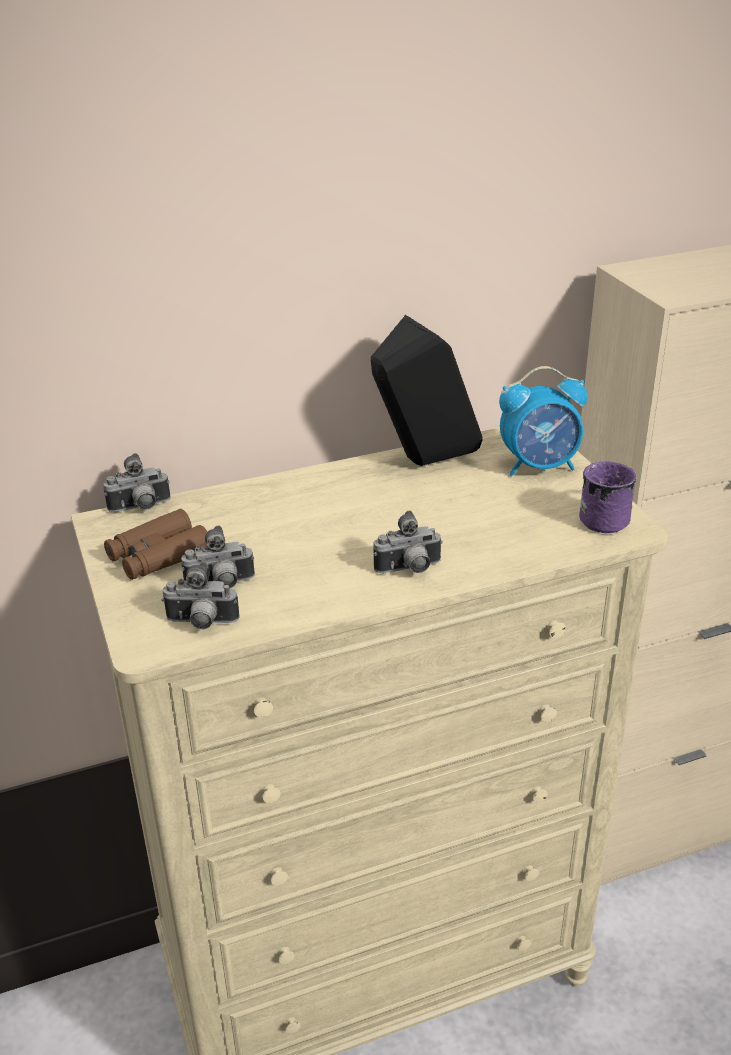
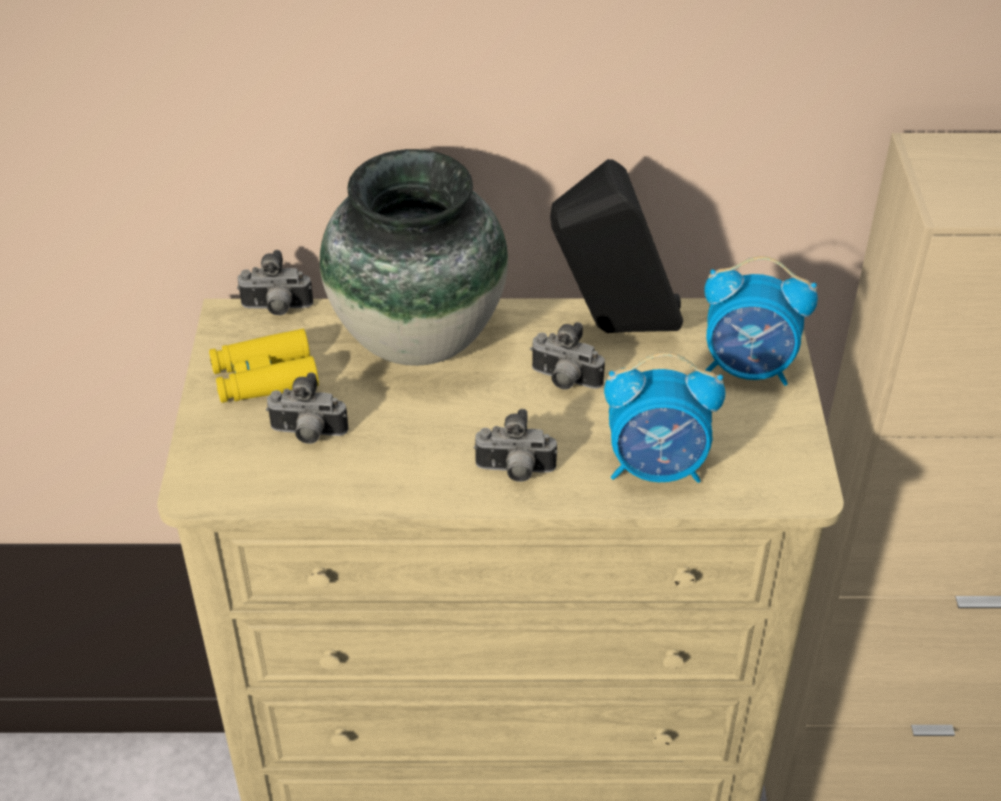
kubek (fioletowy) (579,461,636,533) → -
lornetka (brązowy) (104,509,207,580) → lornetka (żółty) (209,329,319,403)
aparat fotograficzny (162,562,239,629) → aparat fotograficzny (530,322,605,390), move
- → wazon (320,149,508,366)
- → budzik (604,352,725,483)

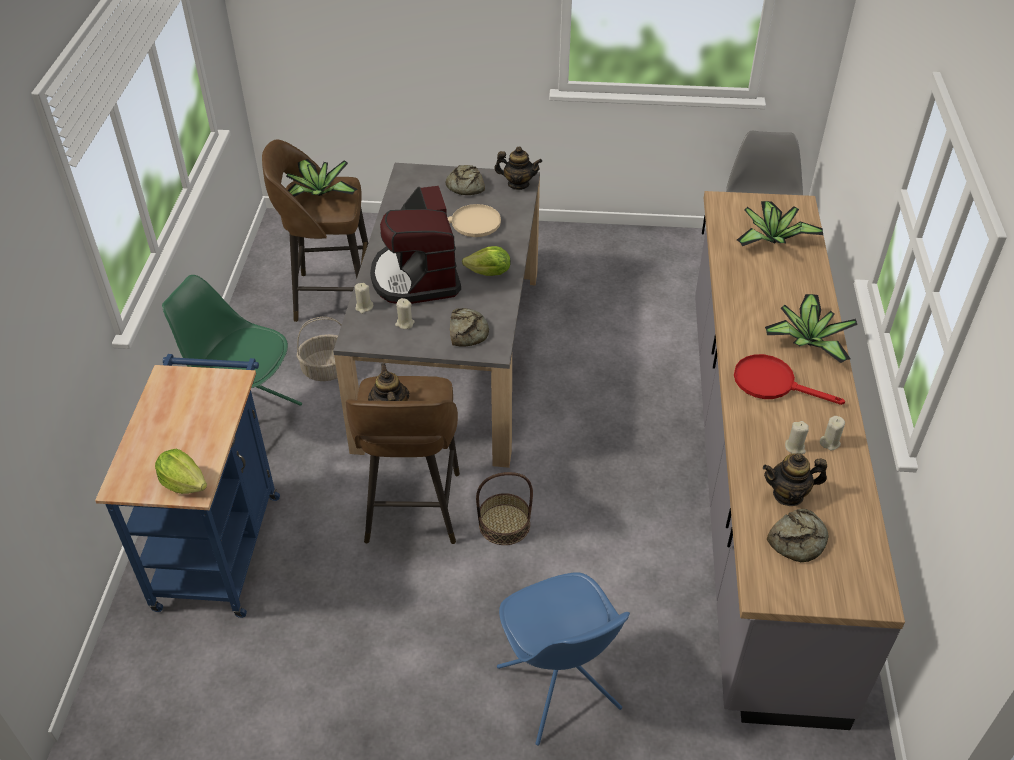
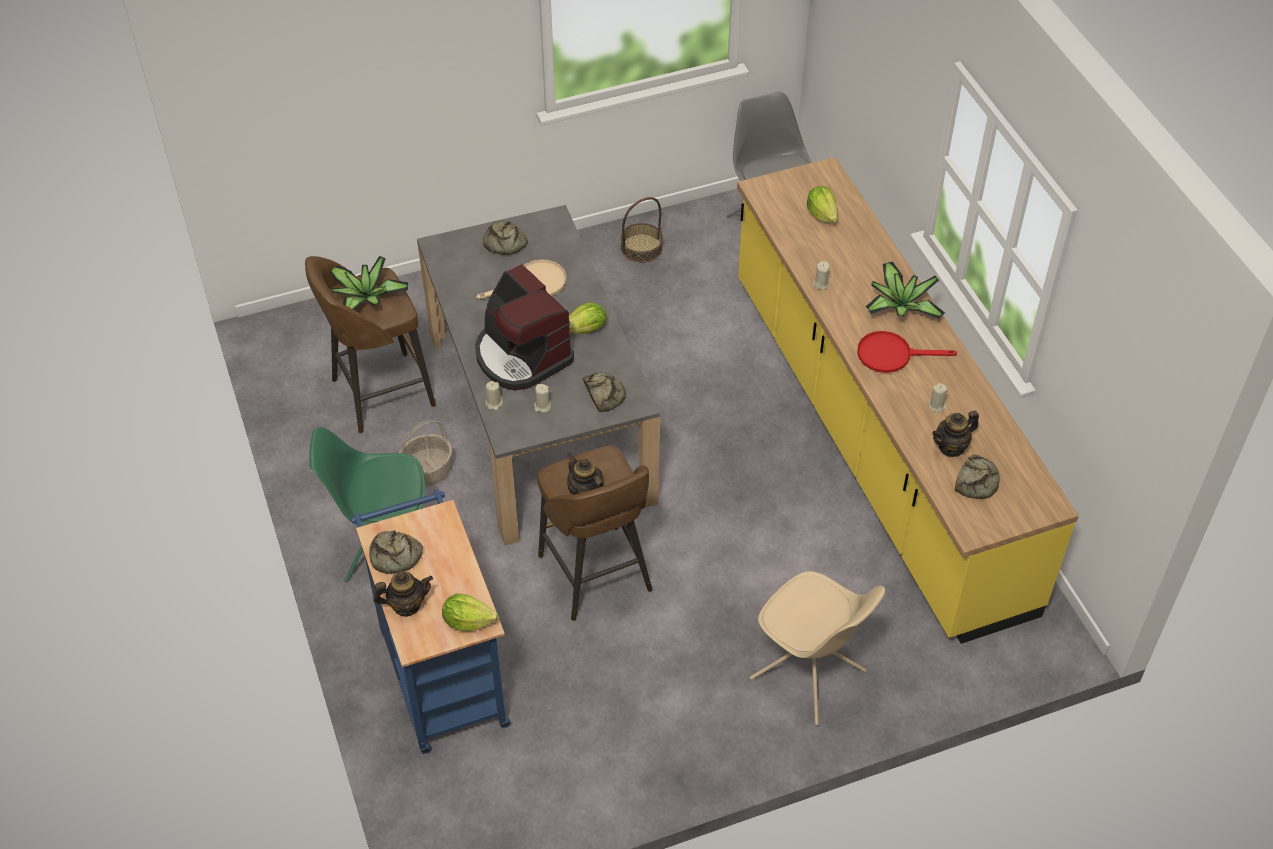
imbryk (494,147,542,190) → imbryk (373,571,433,617), move
zabudowa kuchenna (szary) (695,191,905,730) → zabudowa kuchenna (żółty) (737,157,1079,644)
roślina doniczkowa (737,201,823,246) → sałata (807,186,838,223)
świeca (beżowy) (820,416,845,450) → świeca (beżowy) (813,261,830,290), move
koszyk (476,472,533,545) → koszyk (620,197,663,263), move
krzesło (niebieski) (497,572,630,746) → krzesło (beżowy) (750,571,885,726)
- → chleb (369,531,423,574)

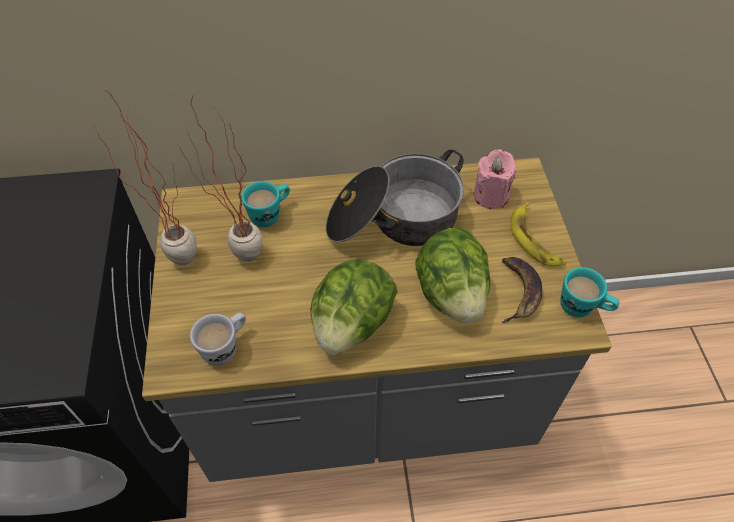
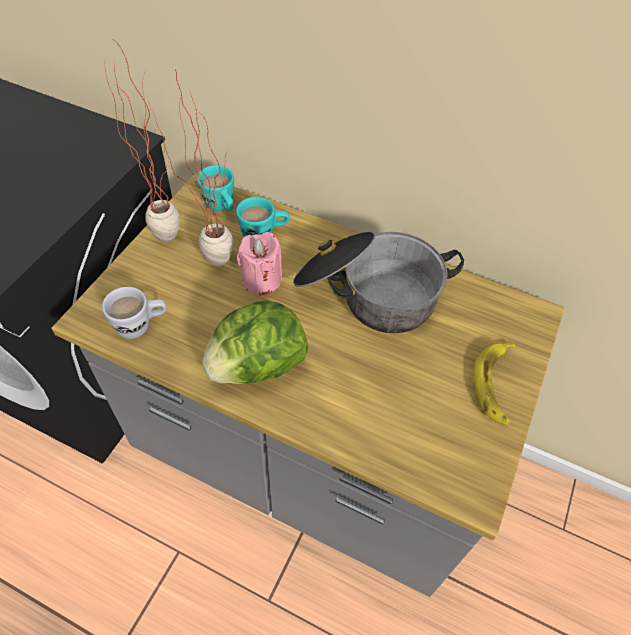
świeca (różowy) (473,150,516,209) → świeca (różowy) (237,232,283,296), move
sałata (415,228,490,323) → -
banan (502,257,542,323) → -
kubek (turkusowy) (560,267,619,317) → kubek (turkusowy) (197,165,234,211), move

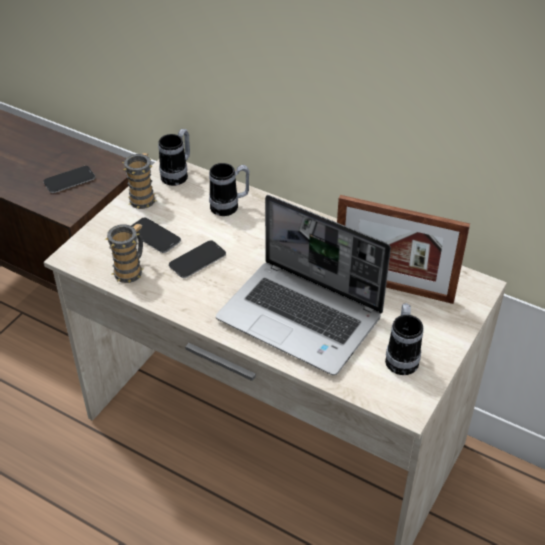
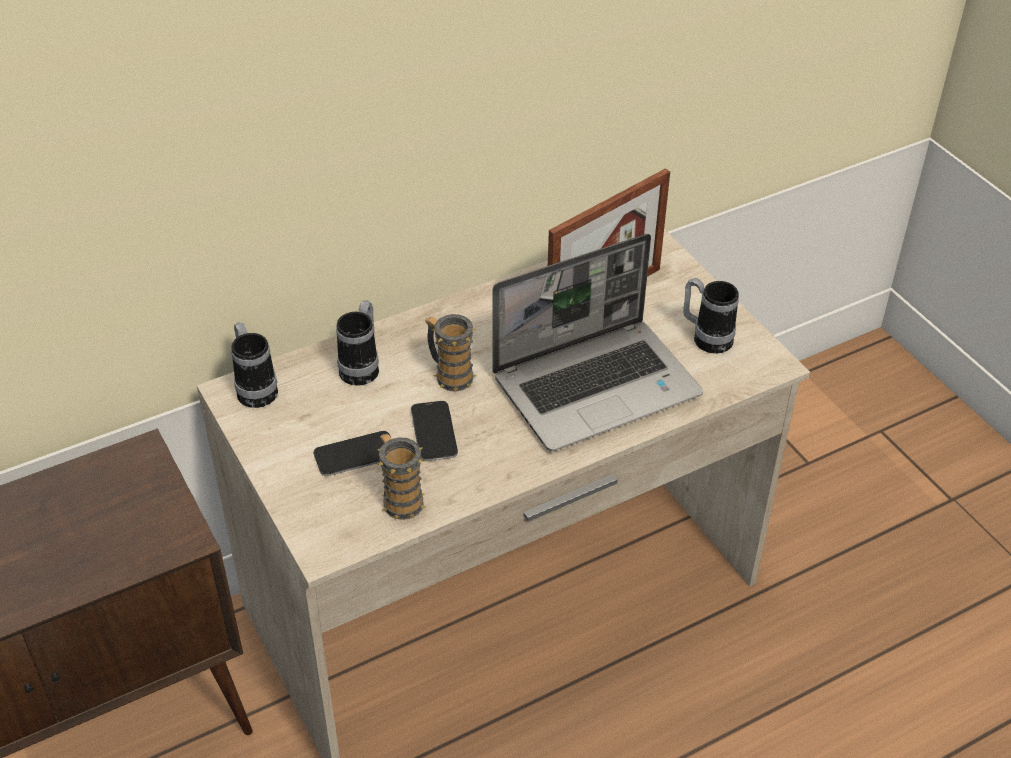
kubek (122,153,156,209) → kubek (425,314,477,392), move
telefon (43,166,95,193) → -

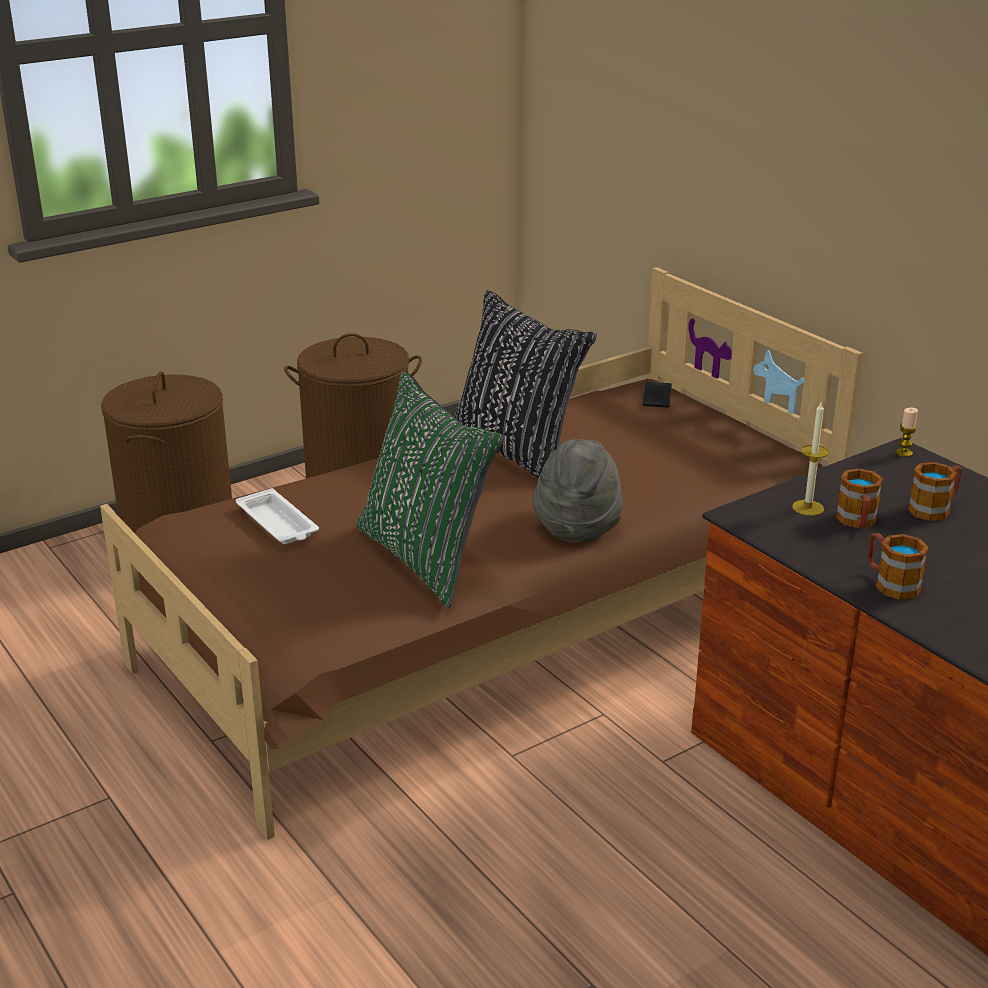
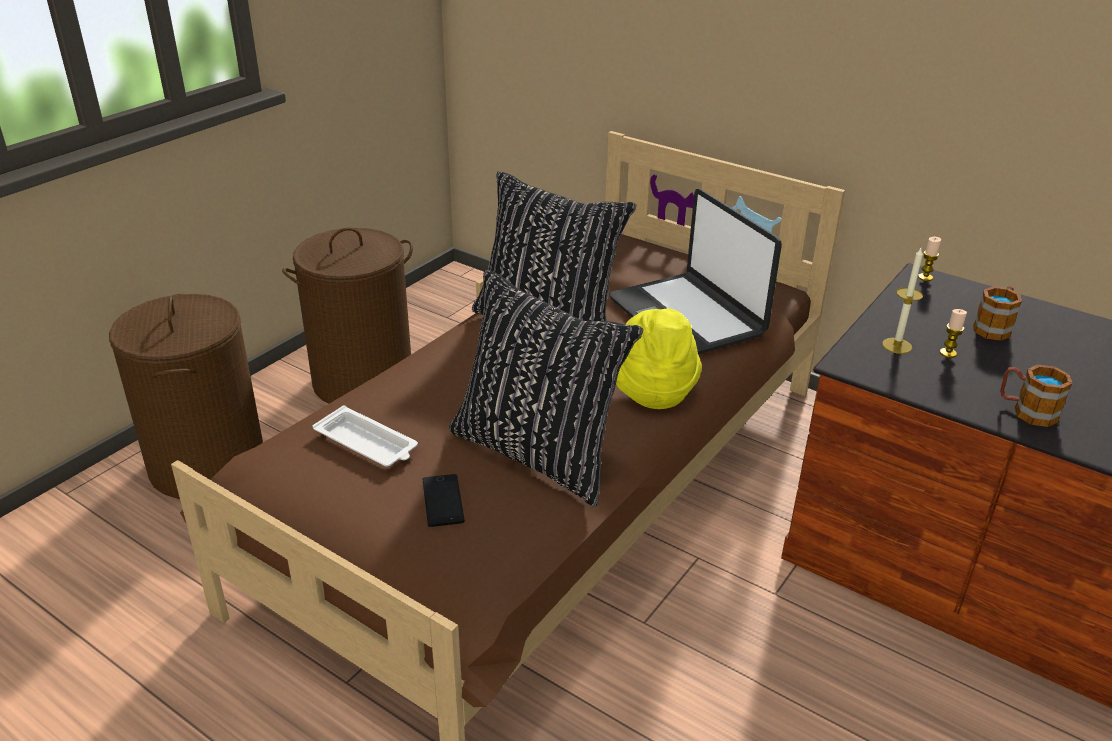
poduszka (zielony) (356,372,504,608) → poduszka (czarny) (449,270,643,507)
telefon (642,382,672,407) → telefon (423,474,464,527), move
kapelusz (szary) (533,439,623,543) → kapelusz (żółty) (616,309,702,409)
kubek (836,468,883,528) → świeca (940,309,967,358)
- → laptop (609,189,782,355)

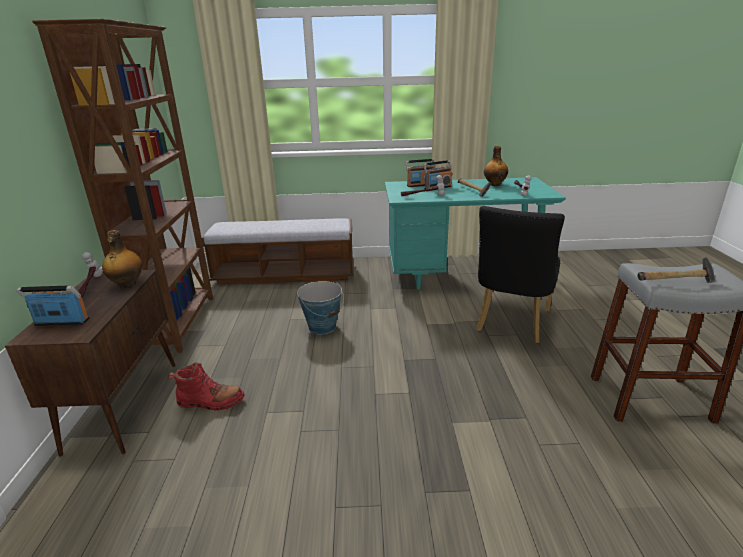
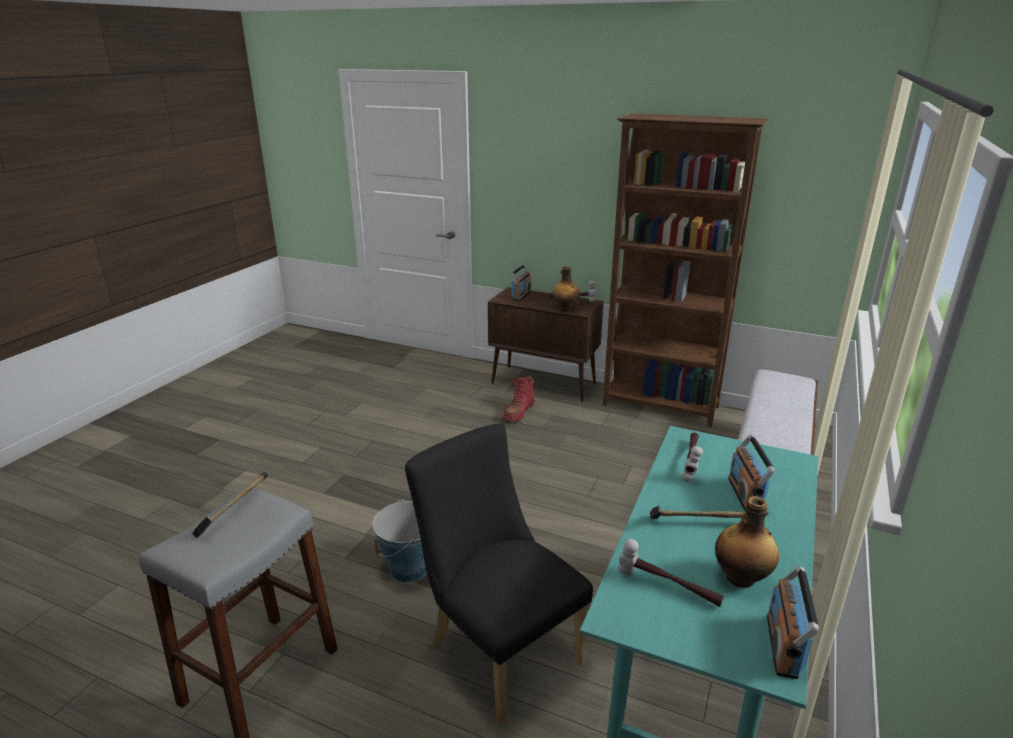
radio (406,159,436,187) → radio (767,566,819,679), move
wiadro (297,281,344,335) → wiadro (372,499,427,582), move

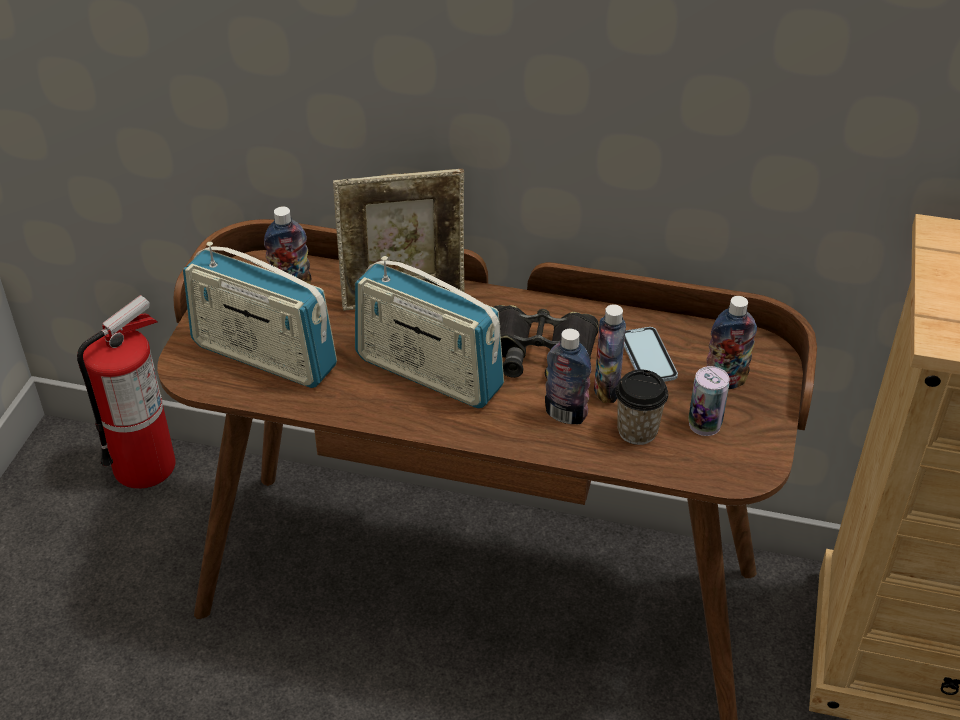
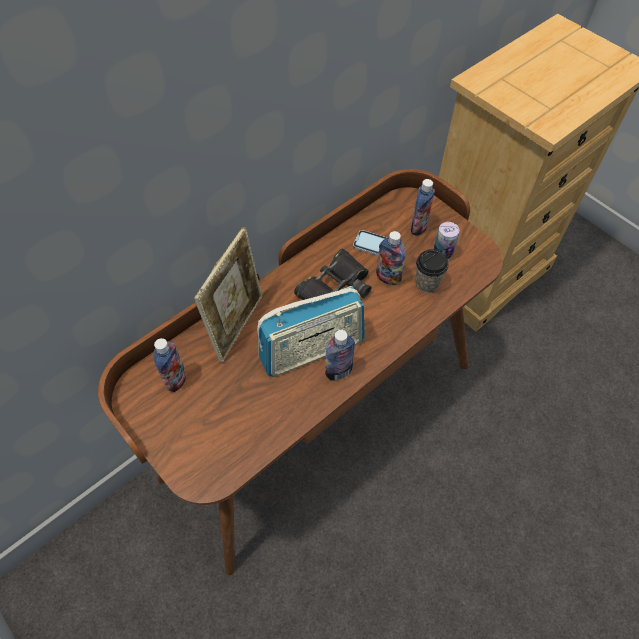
radio (183,242,337,388) → -
gaśnica (77,295,176,489) → -
butelka (545,329,591,424) → butelka (325,330,355,380), move

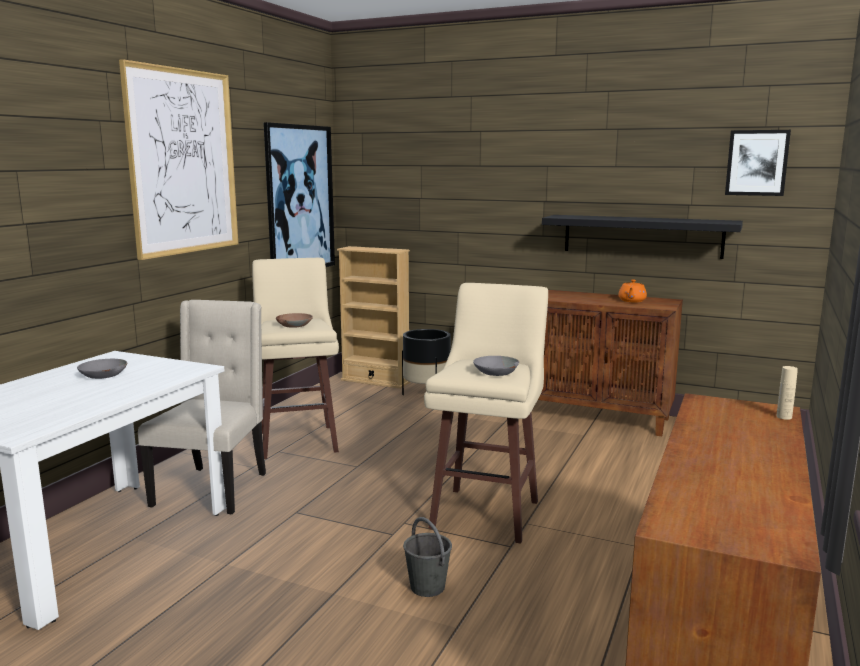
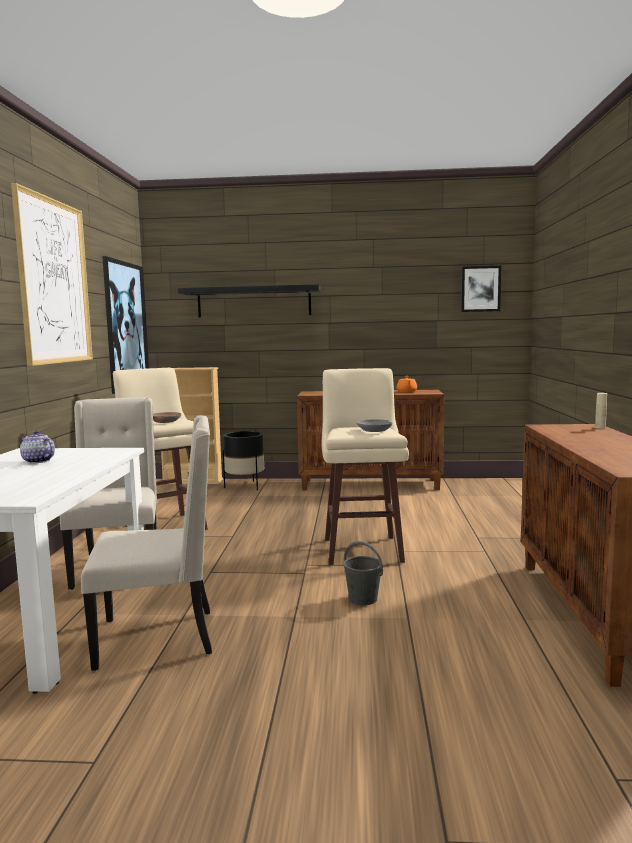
półka (czarny) (542,215,743,259) → półka (czarny) (178,284,321,317), move
miska (szary) (77,359,127,379) → imbryk (20,430,55,463)
- → krzesło (beżowy) (81,415,212,671)

